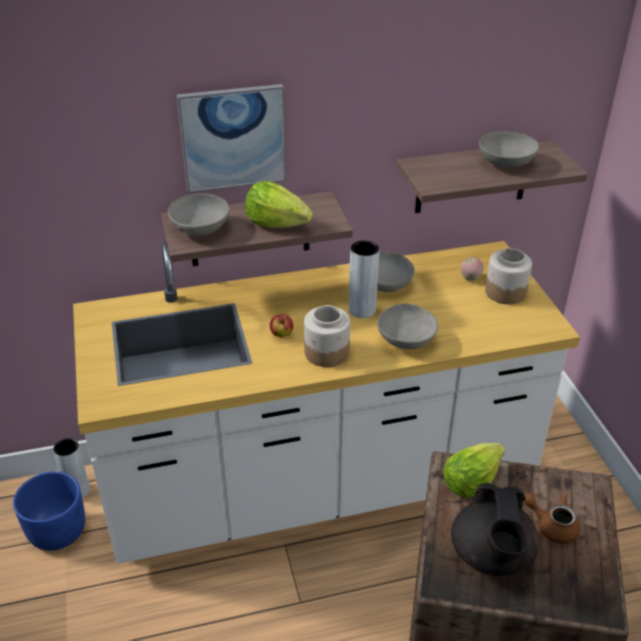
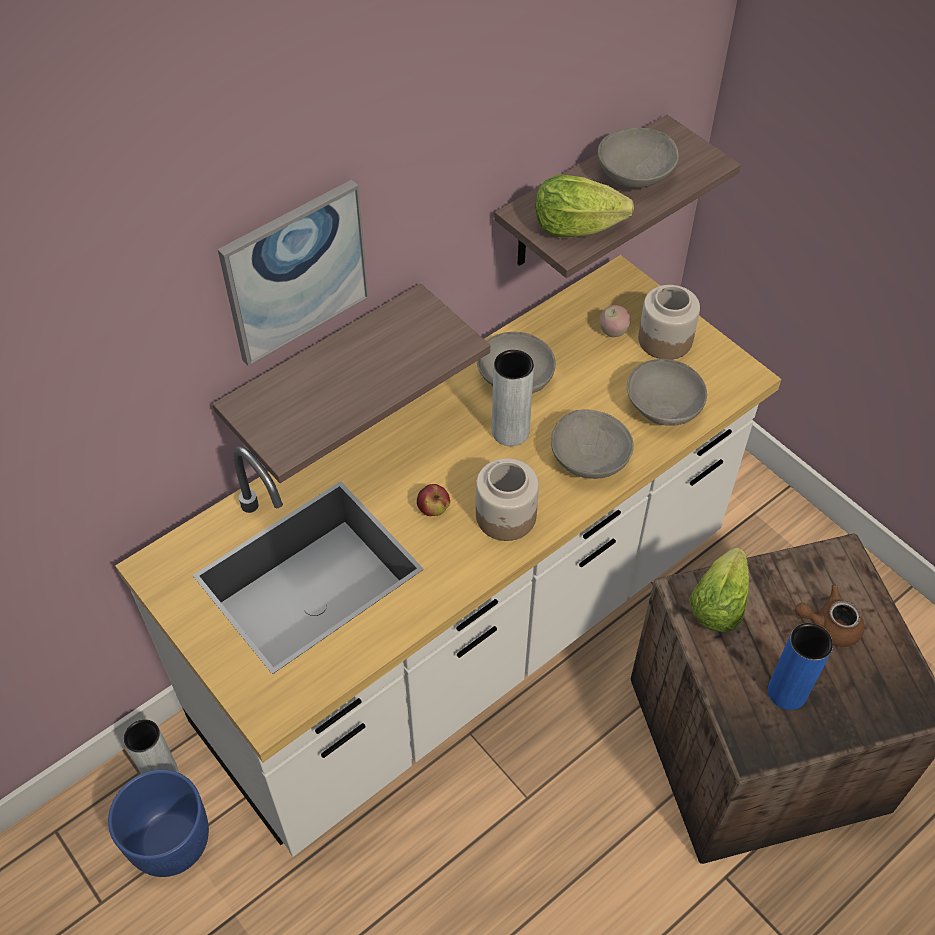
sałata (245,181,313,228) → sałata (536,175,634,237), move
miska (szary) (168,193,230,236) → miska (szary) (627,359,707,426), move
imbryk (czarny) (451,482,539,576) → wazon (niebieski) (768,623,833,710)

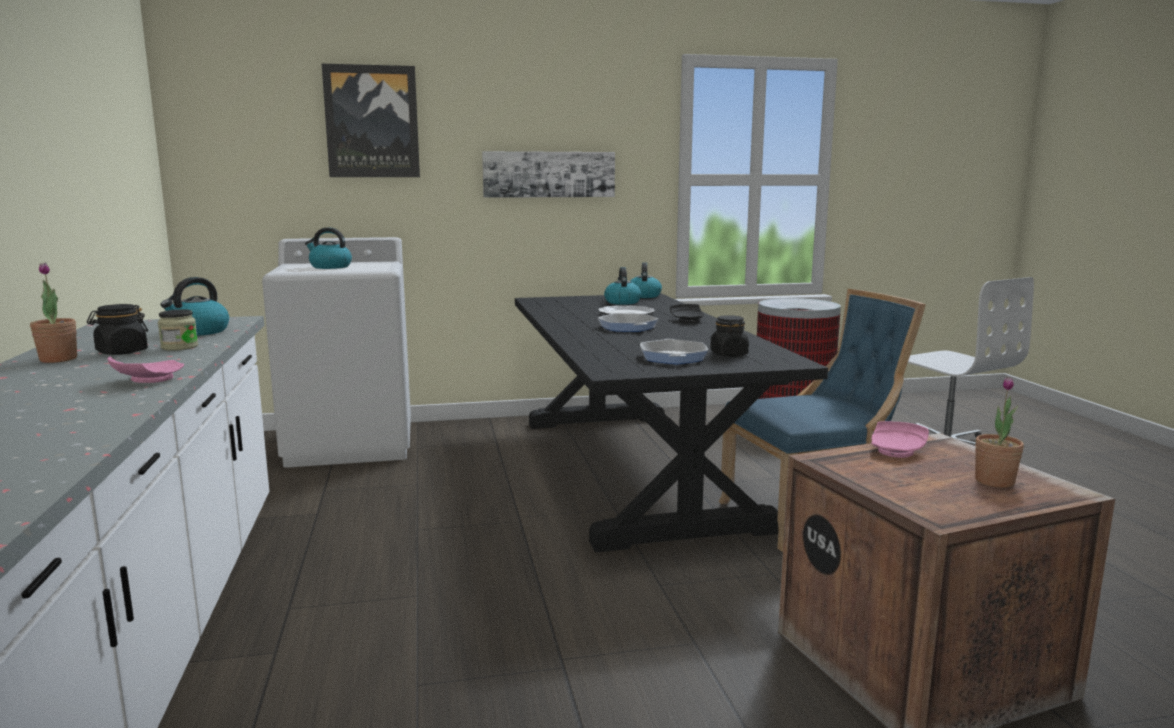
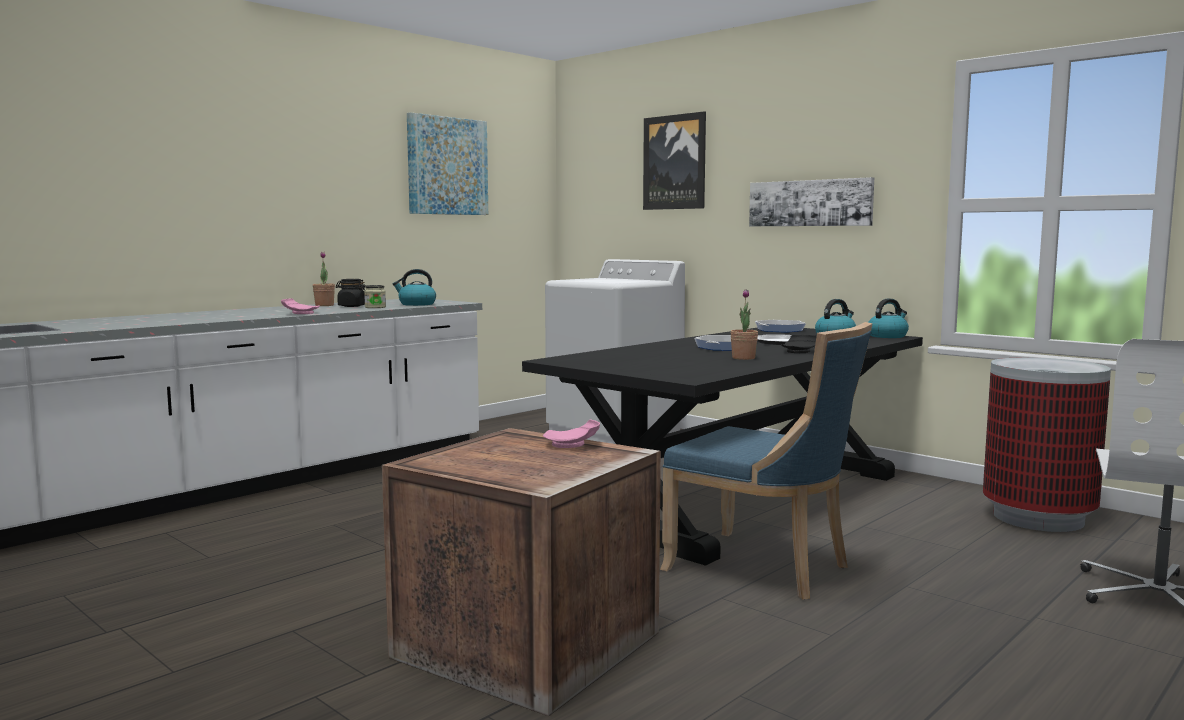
czajnik (305,227,352,269) → -
słoik (czarny) (710,315,749,356) → -
patelnia (640,339,708,364) → patelnia (755,320,806,333), move
roślina doniczkowa (975,377,1024,488) → roślina doniczkowa (730,289,758,360), move
- → obraz (407,112,488,215)

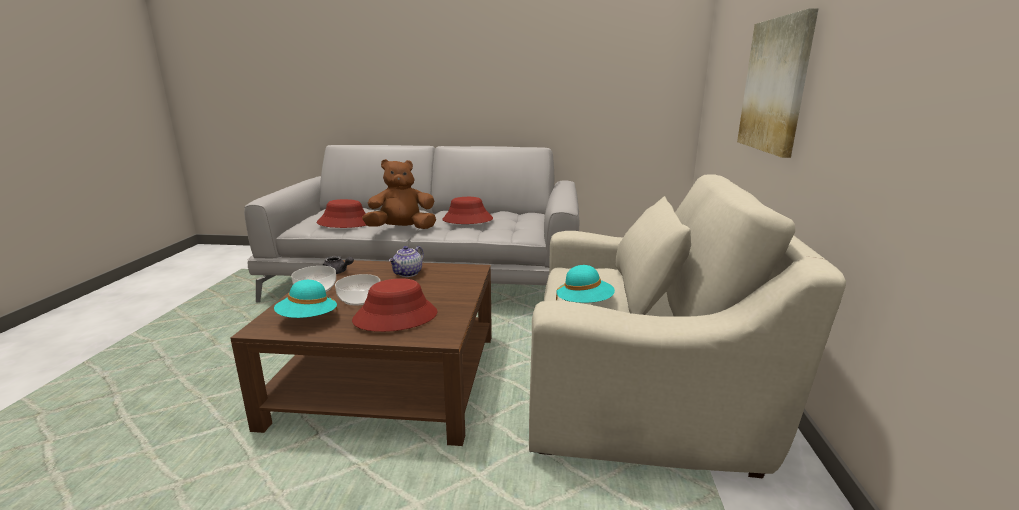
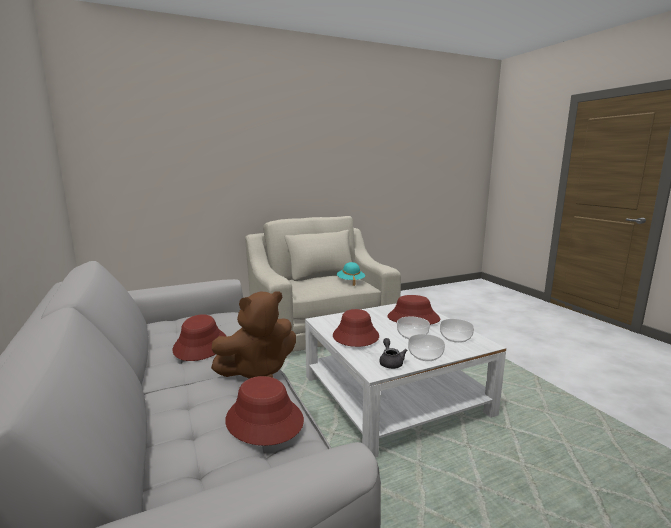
obraz (737,8,819,158) → -
pluszak (brązowy) (362,159,436,229) → pluszak (brązowy) (211,291,296,379), 75 degrees counterclockwise
imbryk (389,246,424,277) → kapelusz (czerwony) (333,309,379,347)
ława (brązowy) (230,260,492,446) → ława (biały) (305,303,506,458)
kapelusz (turkusowy) (274,280,337,318) → miska (440,319,474,343)

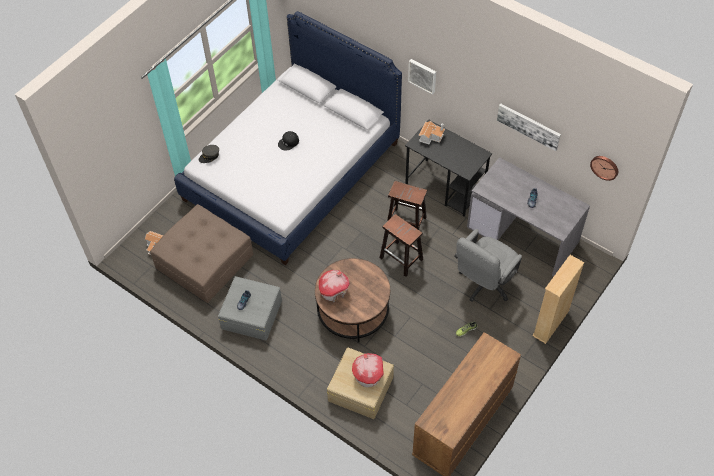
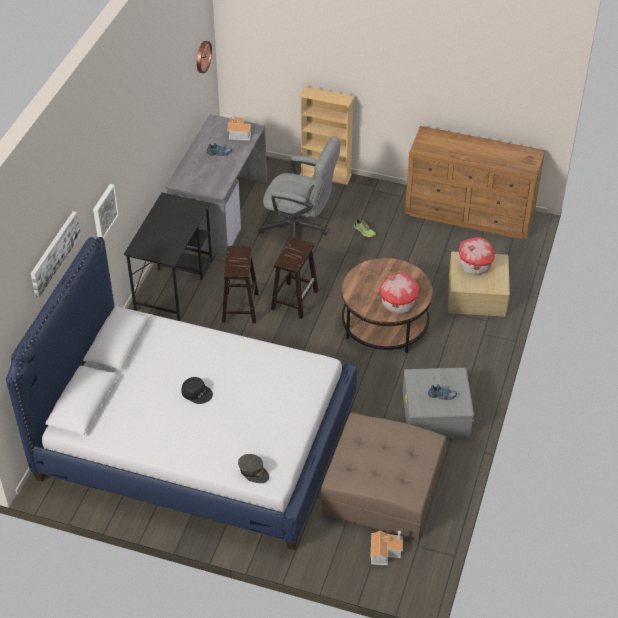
obraz (497,104,561,151) → obraz (30,211,81,298), move
domek (418,121,445,144) → domek (227,110,251,141), move

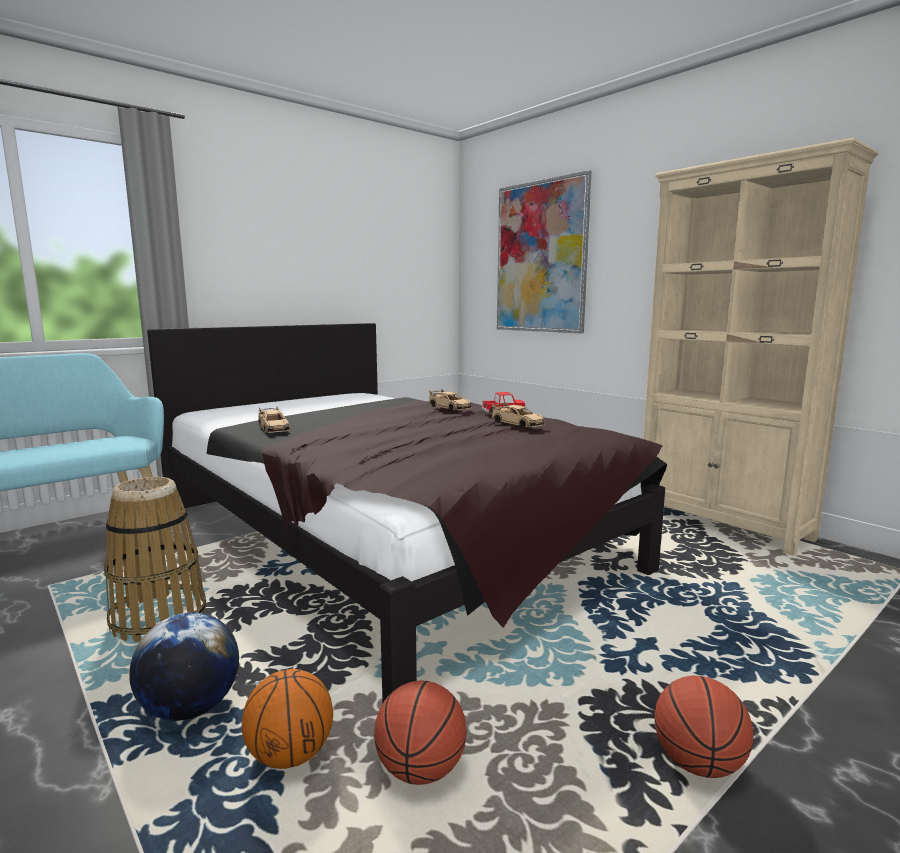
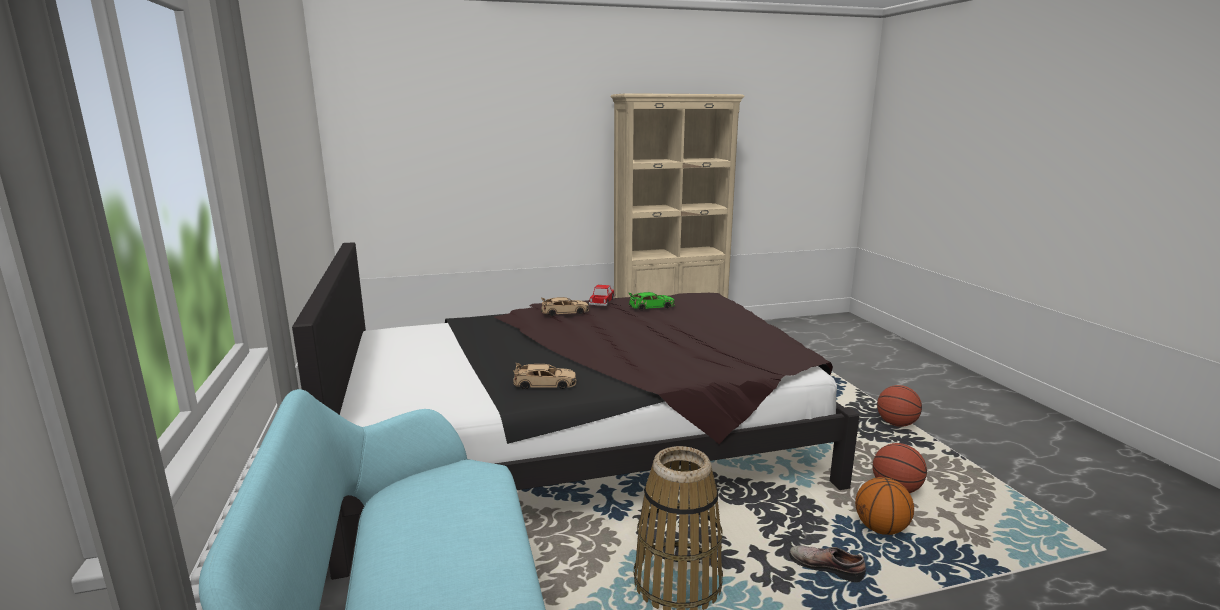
obraz (497,170,591,333) → -
samochodzik (beżowy) (491,402,545,428) → samochodzik (zielony) (629,292,675,310)
globus (129,612,239,721) → but (789,545,866,583)

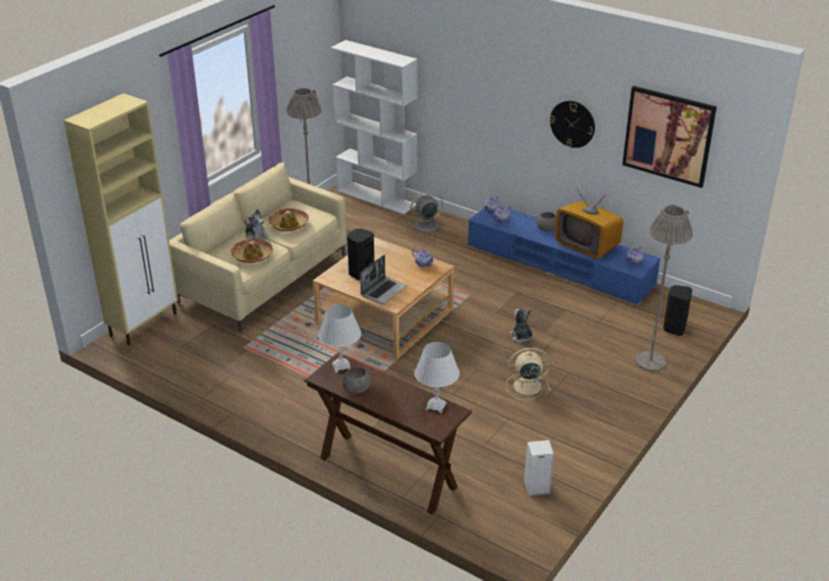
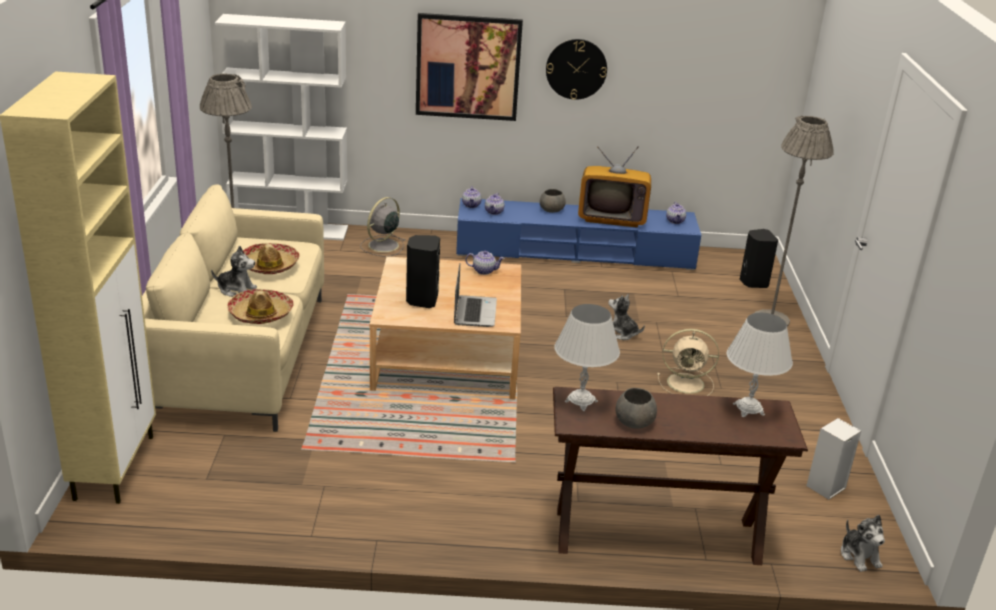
obraz (622,86,717,188) → obraz (416,13,523,121), move
wentylator (beżowy) (506,348,550,400) → wentylator (beżowy) (657,329,719,396), 135 degrees counterclockwise
- → pluszak (841,515,885,572)

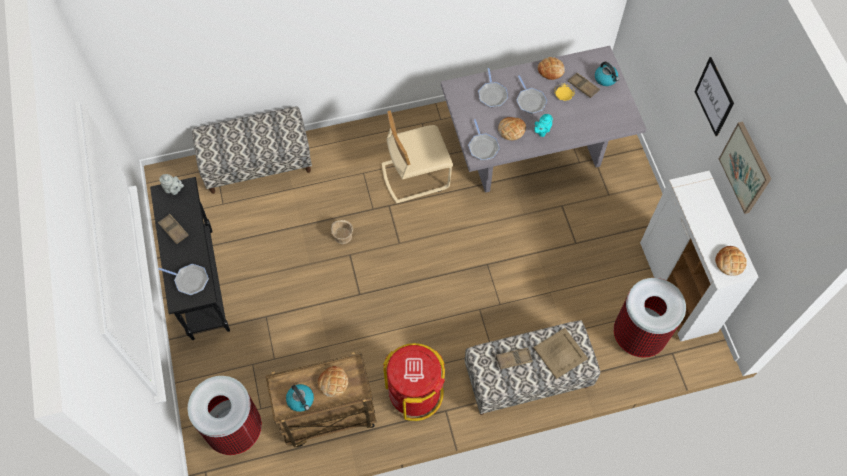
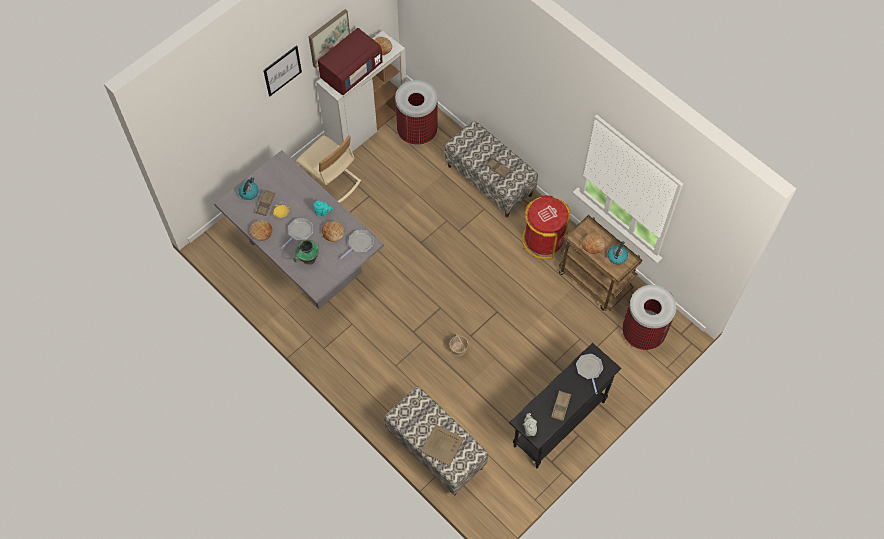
patelnia (478,68,508,107) → wazon (293,240,319,265)
krzesło (beżowy) (382,111,453,204) → krzesło (beżowy) (295,135,361,203), move
taca (beżowy) (534,328,588,379) → taca (beżowy) (421,424,464,466), move
- → mikrofalówka (czerwony) (318,28,382,95)

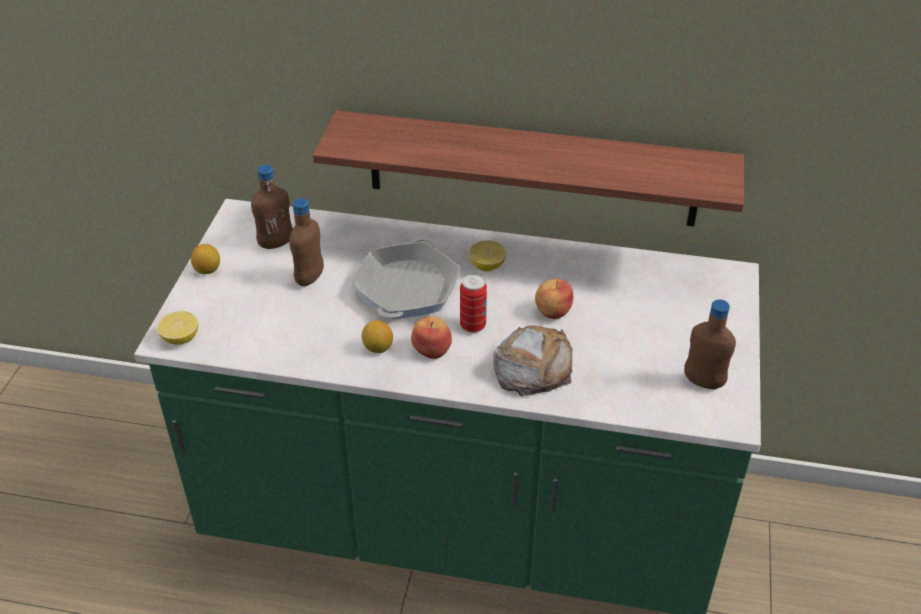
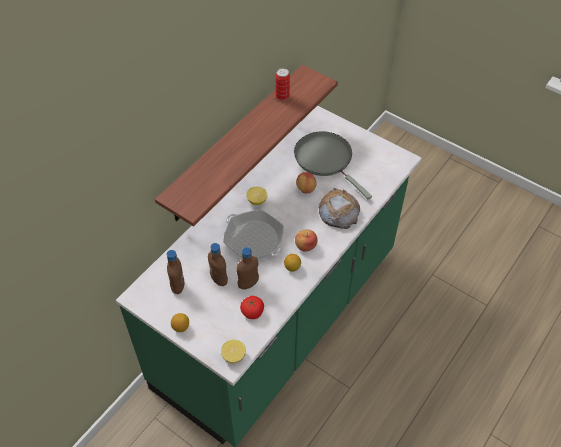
puszka (460,274,487,333) → puszka (276,68,290,100), move
butelka (brązowy) (684,299,736,389) → butelka (brązowy) (236,247,259,290), move
- → patelnia (szary) (294,131,372,200)
- → pomidor (240,296,264,319)

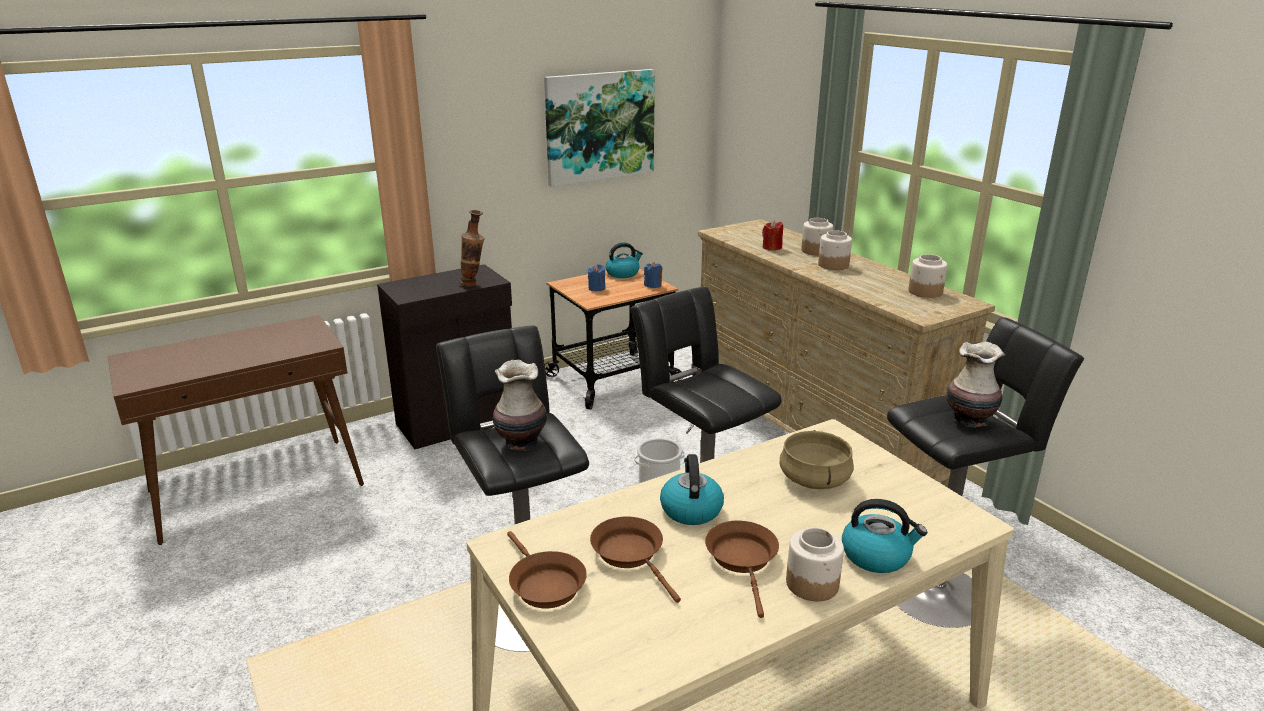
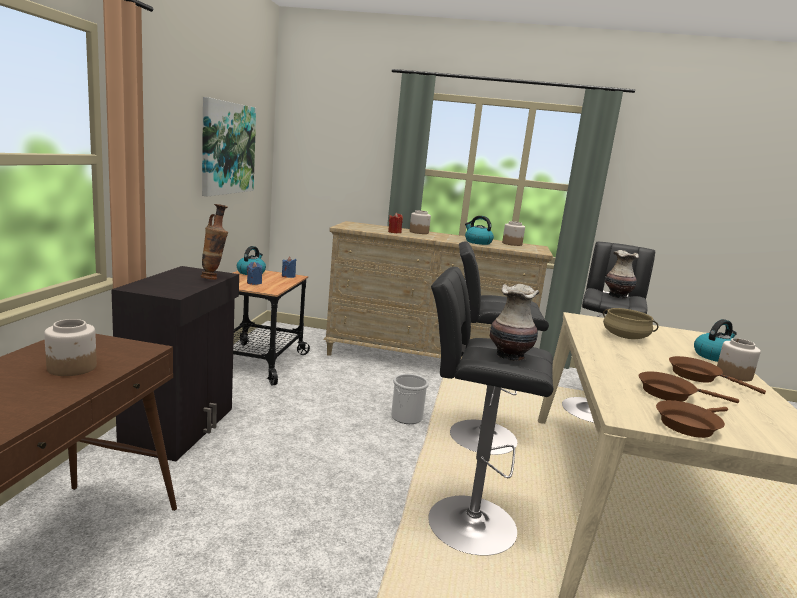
słoik (818,230,852,270) → słoik (44,319,97,376), move
czajnik (660,454,724,525) → czajnik (465,216,494,245), move
patelnia (brązowy) (507,531,587,608) → patelnia (brązowy) (656,400,728,438), 135 degrees clockwise

